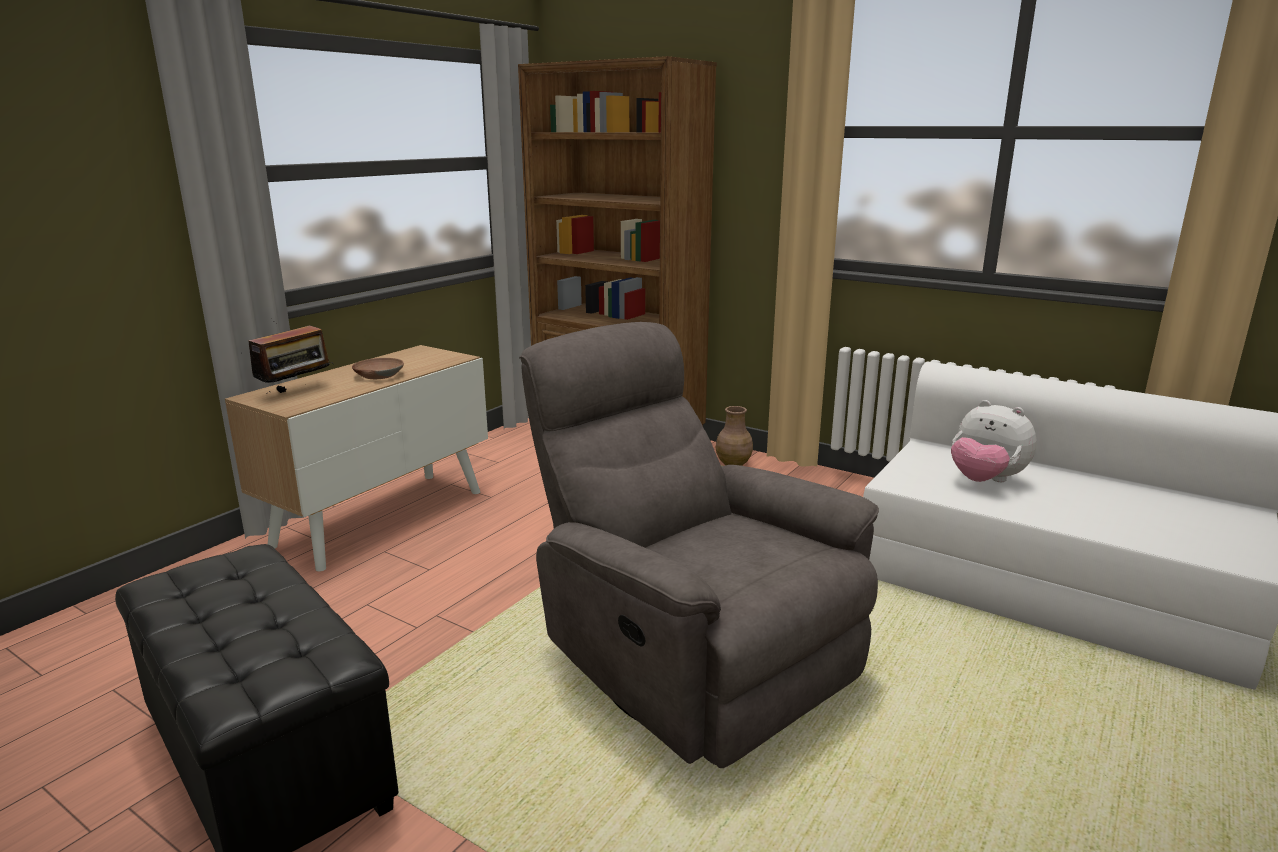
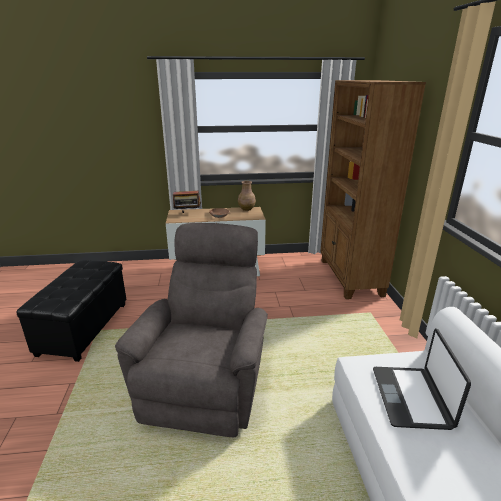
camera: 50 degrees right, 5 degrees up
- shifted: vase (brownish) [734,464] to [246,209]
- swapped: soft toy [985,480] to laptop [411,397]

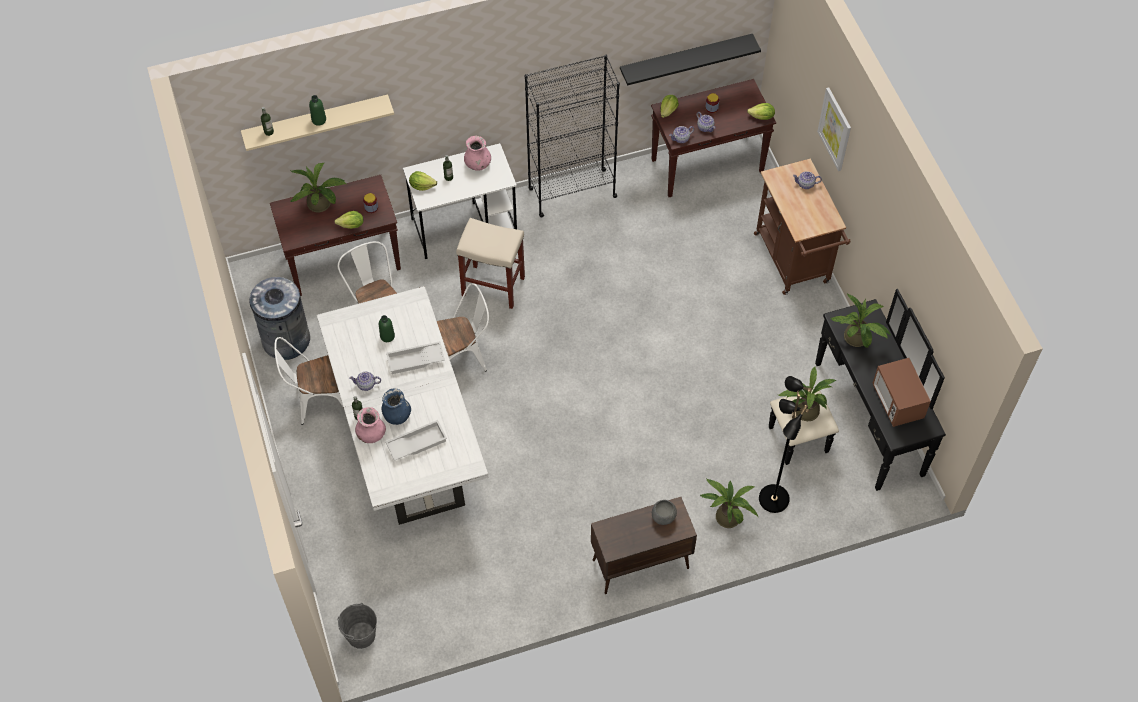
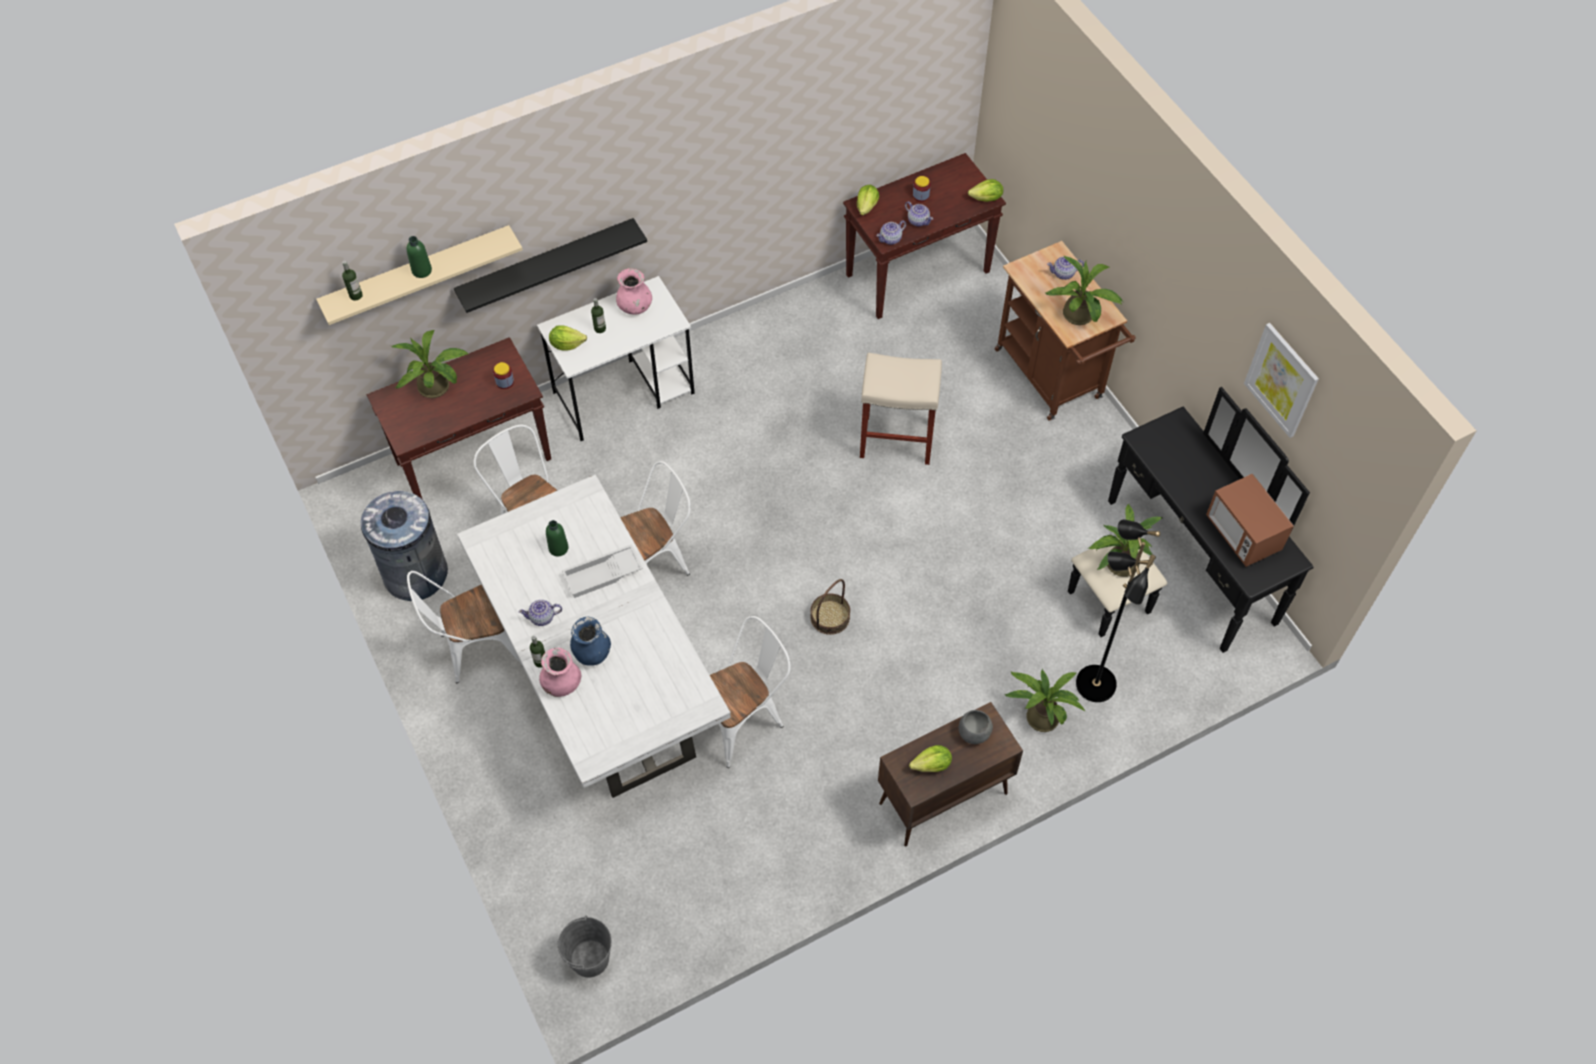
camera: 10 degrees left, 0 degrees up
- gone: tray (white-coloured) [417,442]
- gone: bookshelf (black-coloured) [572,193]
- new: chair (white-coloured) [743,718]
- new: storage basket [830,617]
- shifted: lettuce [351,225] to [932,765]
- shifted: stool (beige-coloured) [492,286] to [895,440]
- shifted: bracket shelf (black-coloured) [685,59] to [547,264]
- shifted: wall picture [835,129] to [1282,380]
- shifted: potted plant [857,340] to [1080,317]

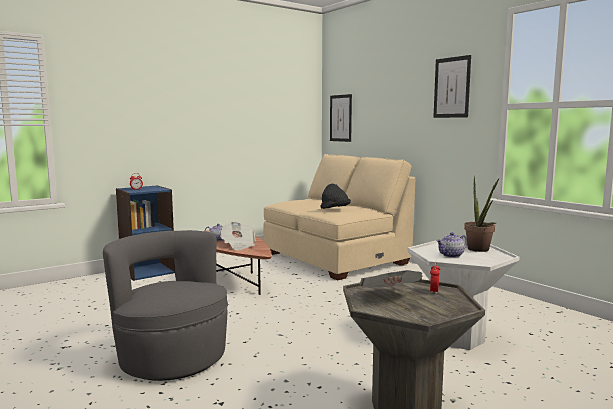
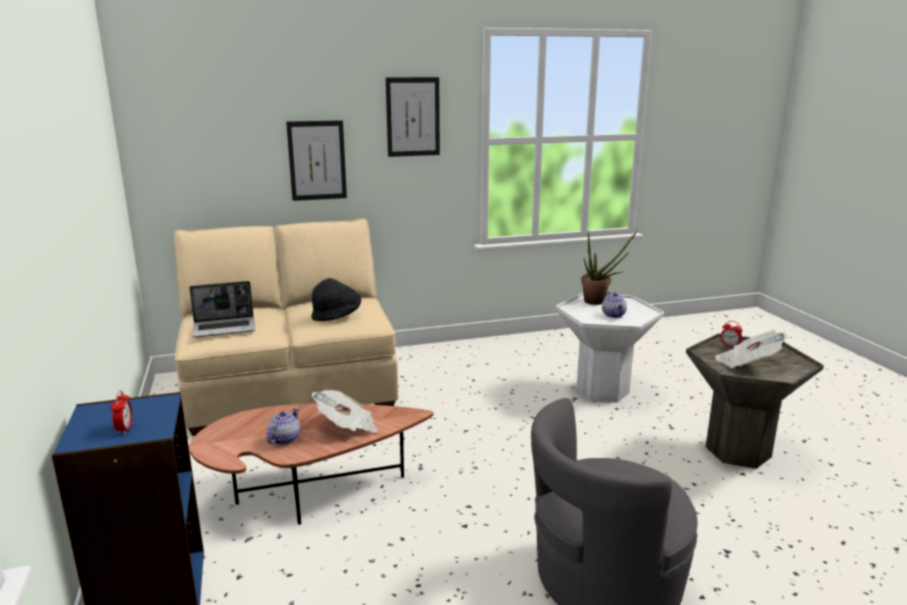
camera: 70 degrees left, 10 degrees up
- new: laptop [225,328]
- shifted: wall picture [340,118] to [317,160]

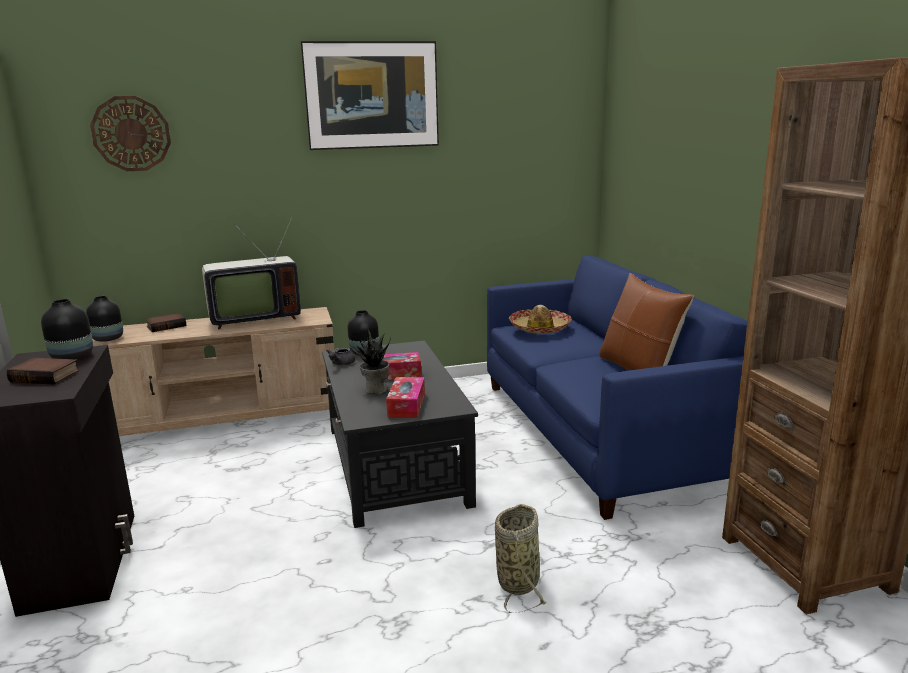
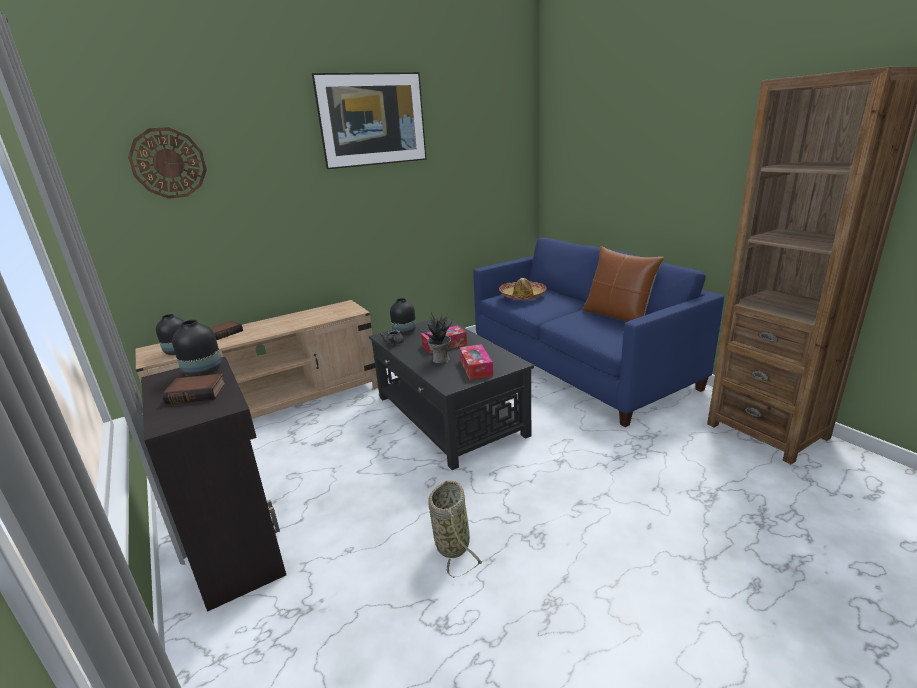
camera: 15 degrees left, 5 degrees up
- gone: TV set [253,318]
- shifted: storage basket [518,580] to [452,543]

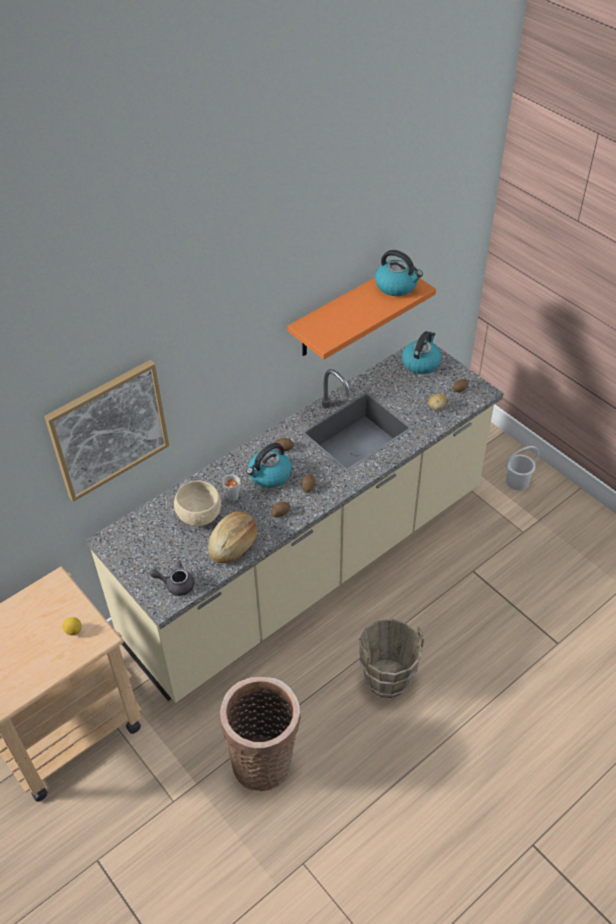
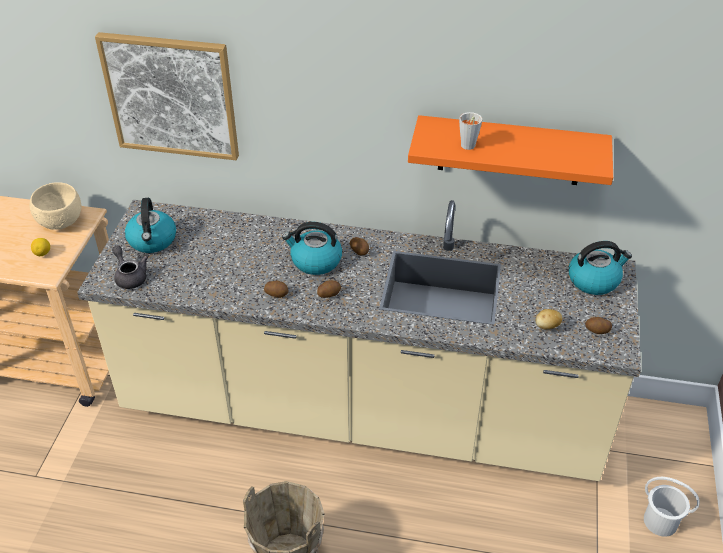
camera: 50 degrees right, 5 degrees down
- gone: baked bread [234,544]
- gone: storage basket [264,759]
- shifted: serving bowl (beige-coloured) [199,517] to [60,222]
- shifted: small cup (greyish) [234,498] to [467,147]
- shifted: tea kettle [397,286] to [152,241]

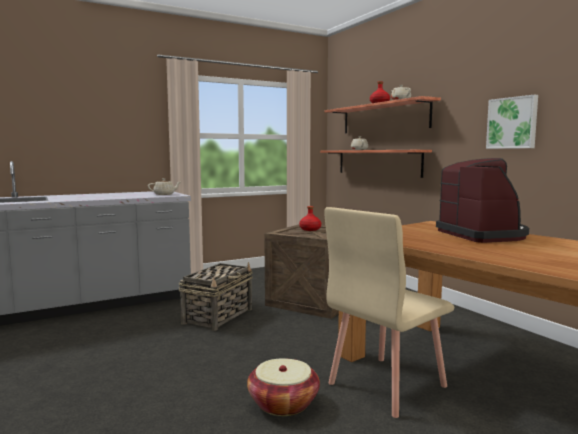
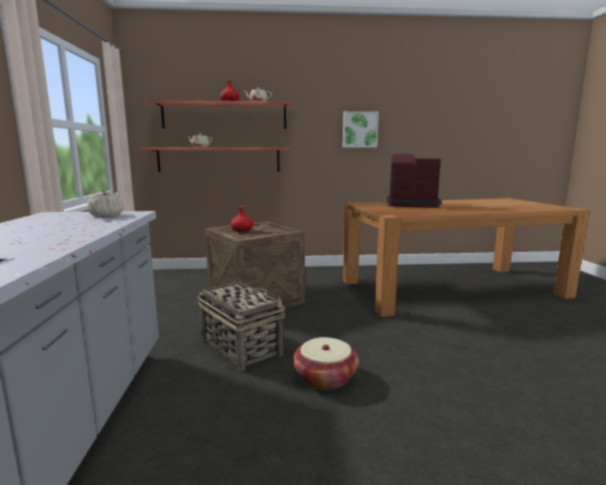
camera: 65 degrees left, 5 degrees up
- gone: chair (beige-coloured) [385,385]
- shifted: storage basket [283,403] to [325,377]

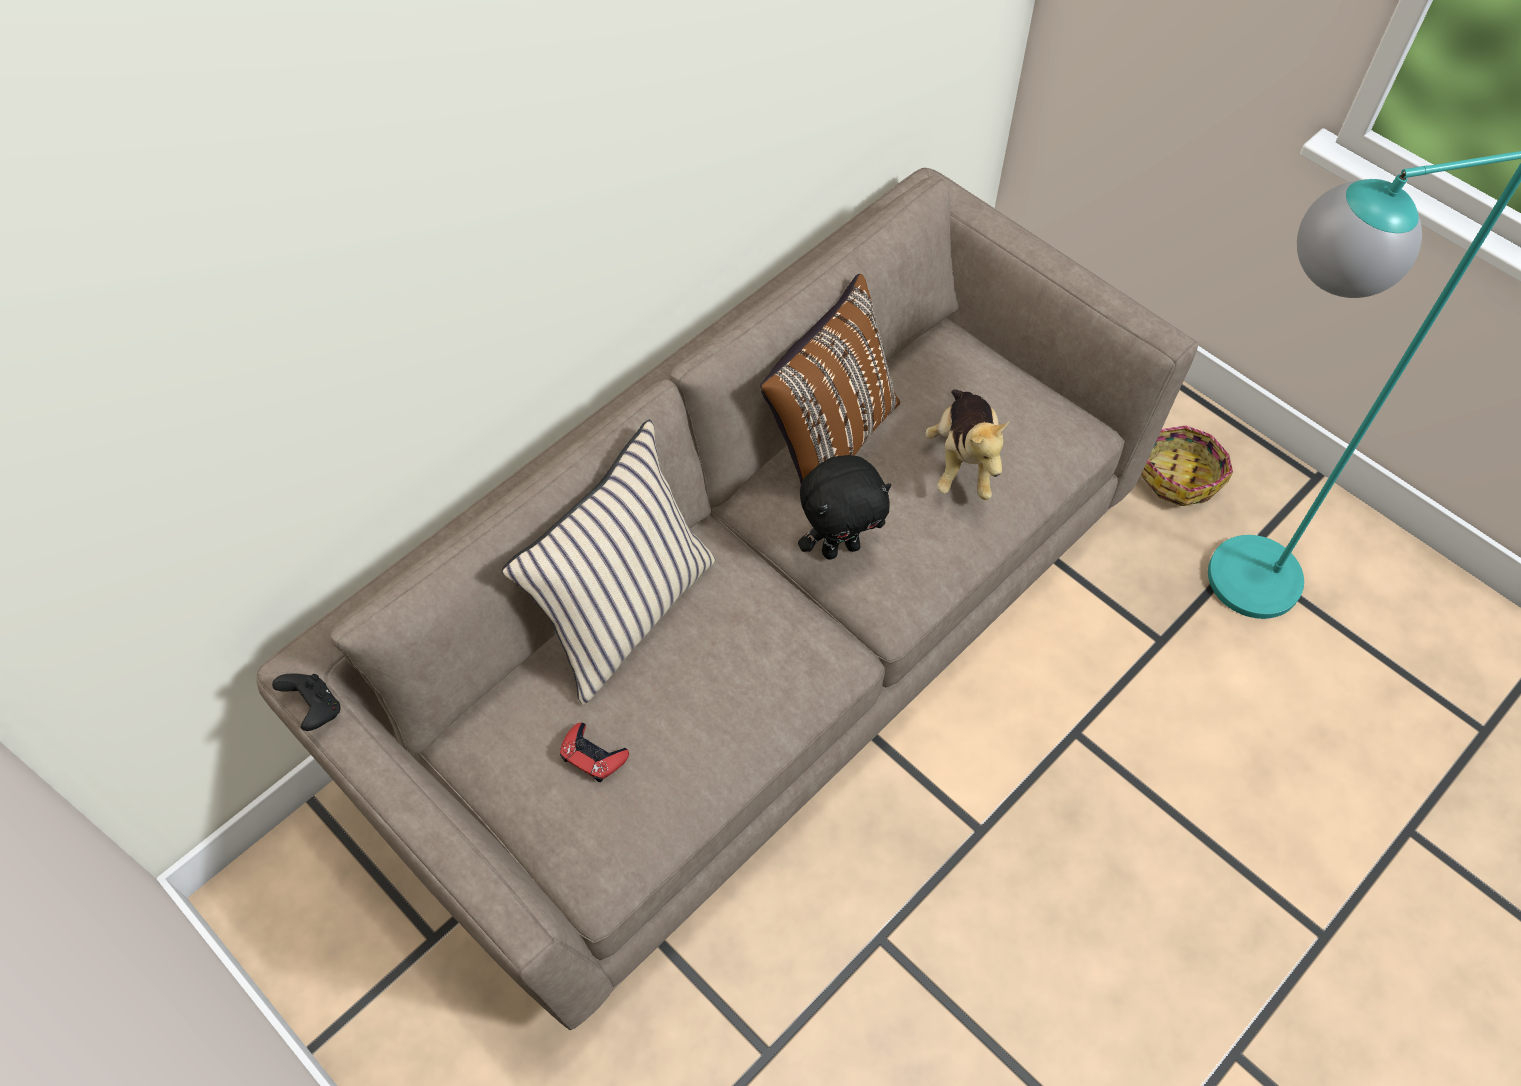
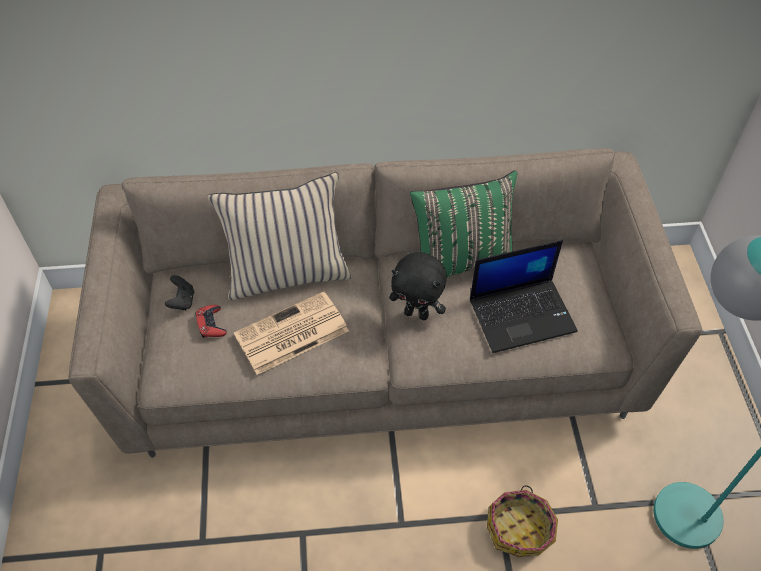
camera: 40 degrees right, 5 degrees down
- new: newspaper [290,334]
- shifted: gamepad (black-coloured) [315,709] to [182,301]
- shifted: storage basket [1179,474] to [520,528]
- swapped: soft toy [963,460] to laptop [523,314]
- repainted: cushion (brownish) [828,442] to cushion (green) [461,261]

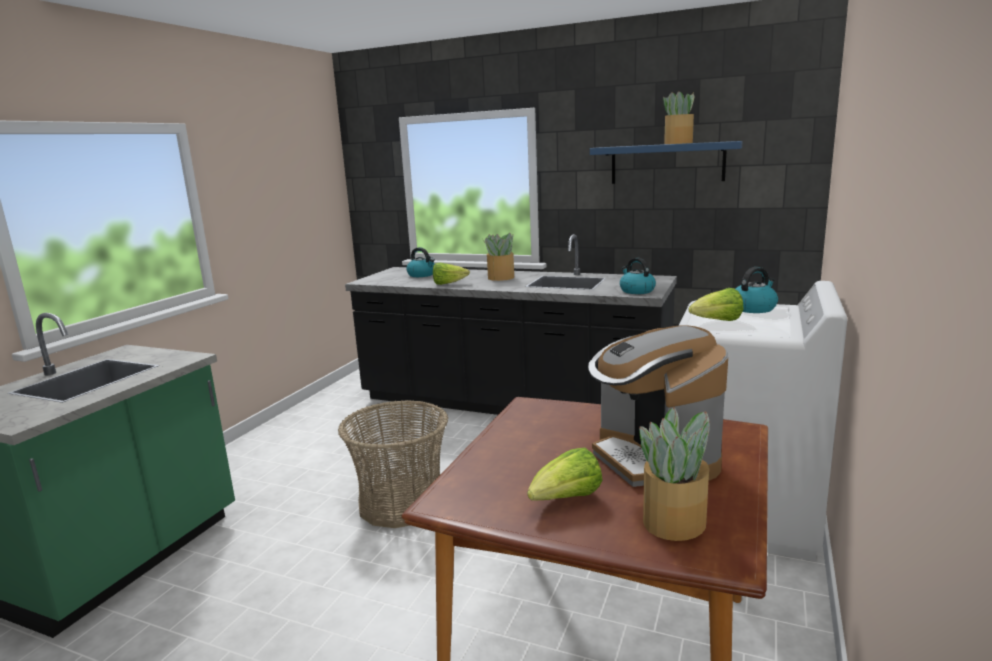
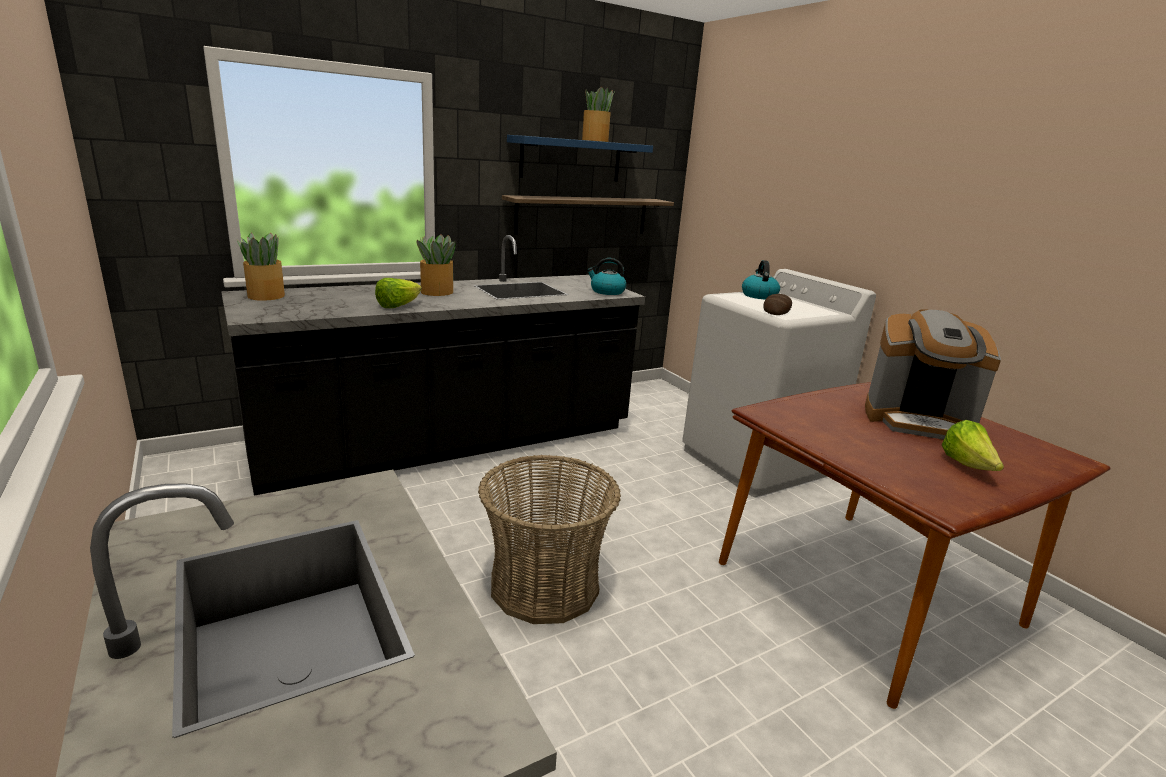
camera: 55 degrees left, 5 degrees up
- gone: tea kettle [422,275]
- new: bracket shelf [583,215]
- shifted: potted plant [675,521] to [267,295]
- swapped: lettuce [717,322] to baked bread [777,309]

